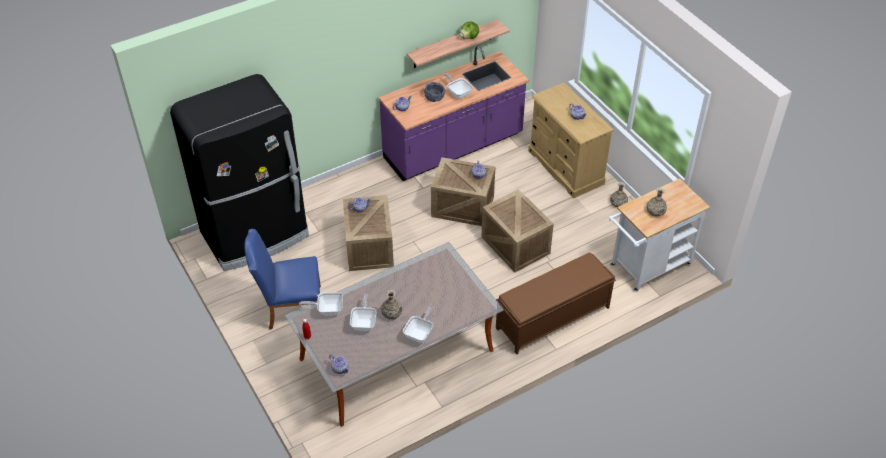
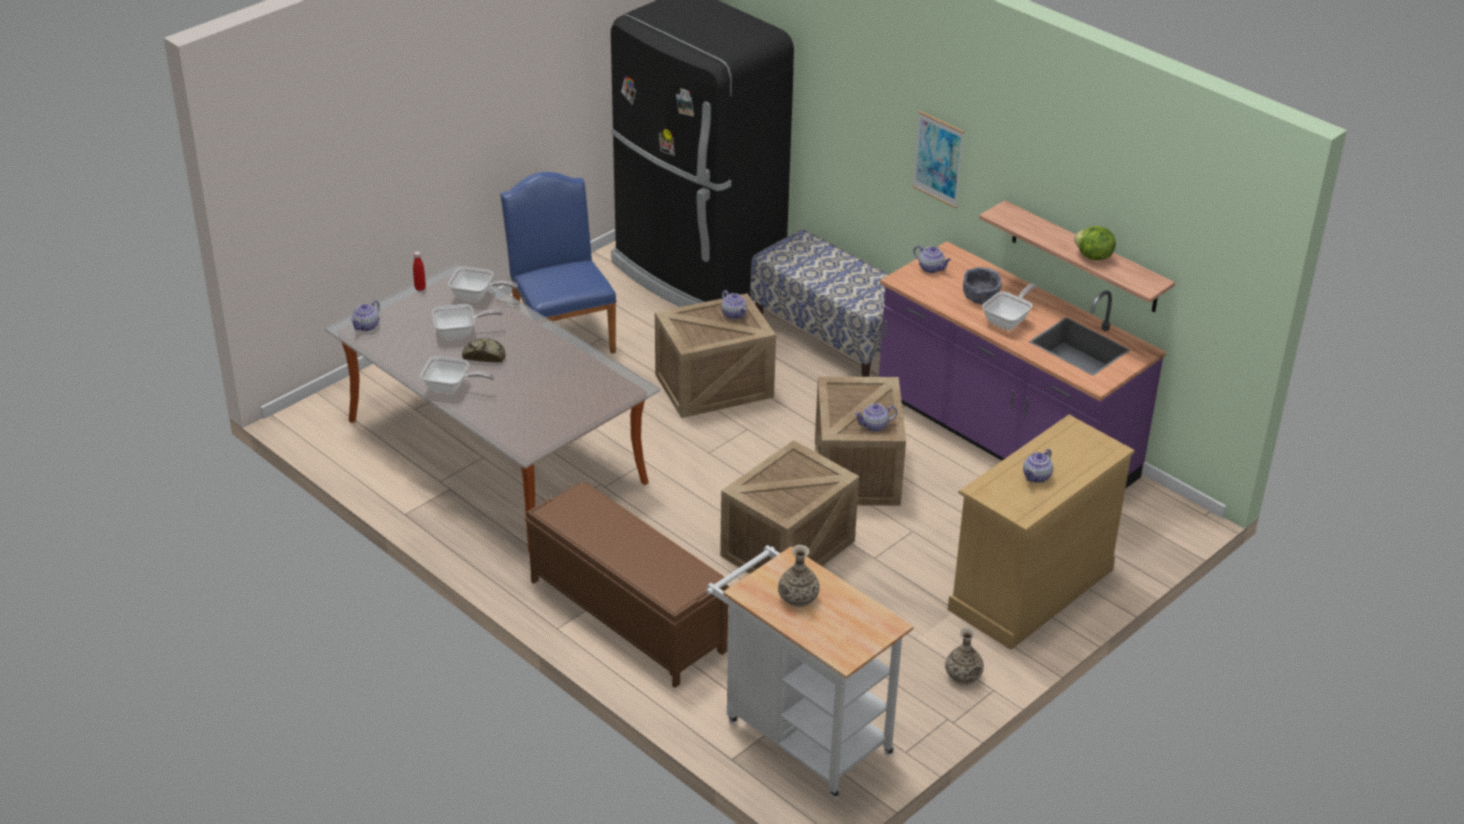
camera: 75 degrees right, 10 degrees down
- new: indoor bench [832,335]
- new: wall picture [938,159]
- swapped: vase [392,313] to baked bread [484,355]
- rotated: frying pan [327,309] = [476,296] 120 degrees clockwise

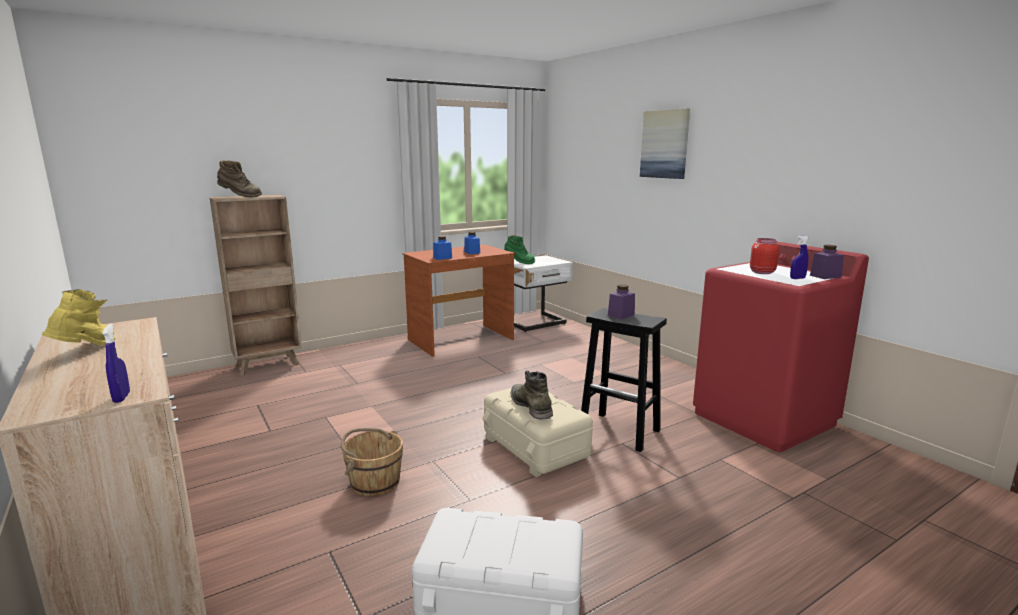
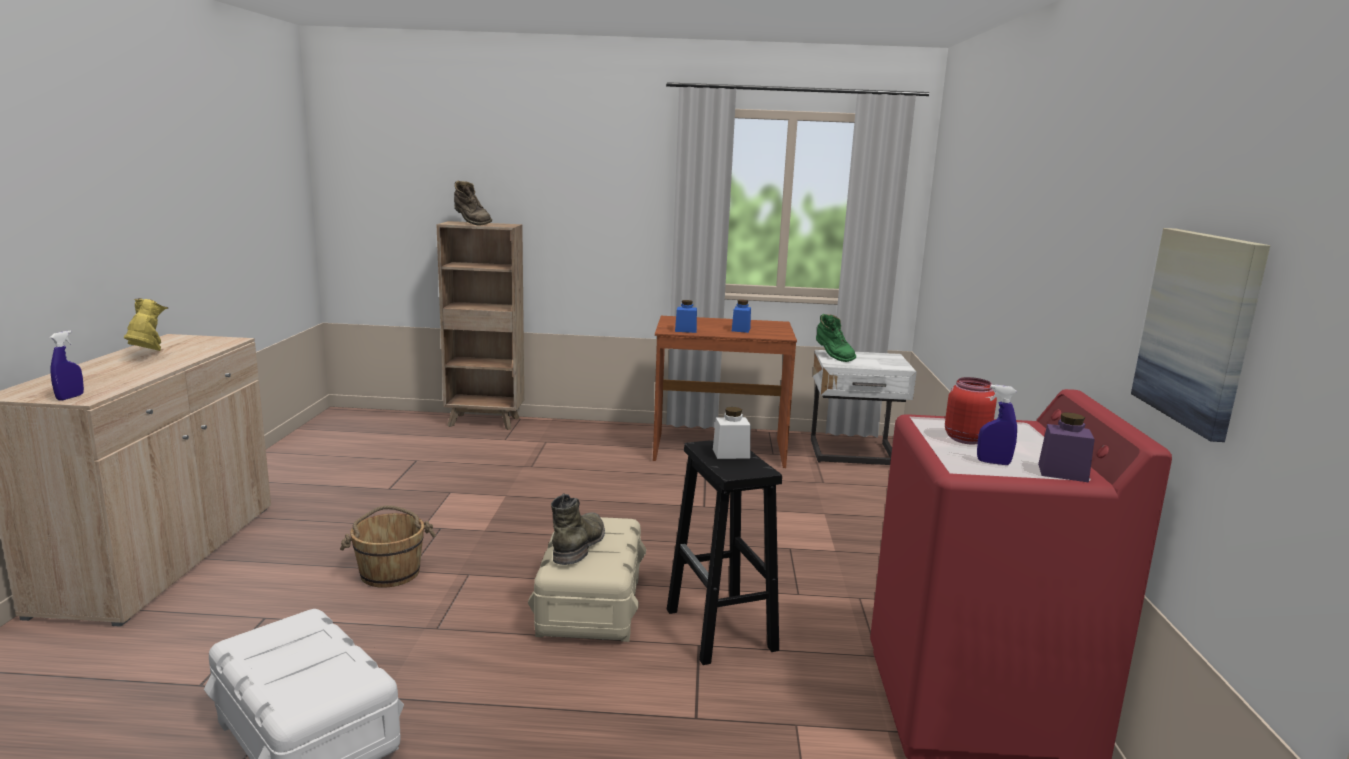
camera: 35 degrees right, 0 degrees up
- shifted: wall picture [665,144] to [1198,328]
- repainted: jar (purple-coloured) [621,315] to jar (white-coloured) [731,453]
- rotated: high-top boot (yellow) [87,351] = [147,356] 60 degrees counterclockwise

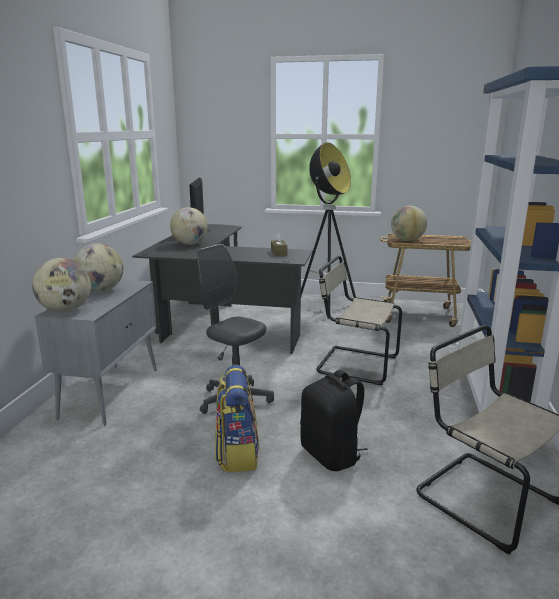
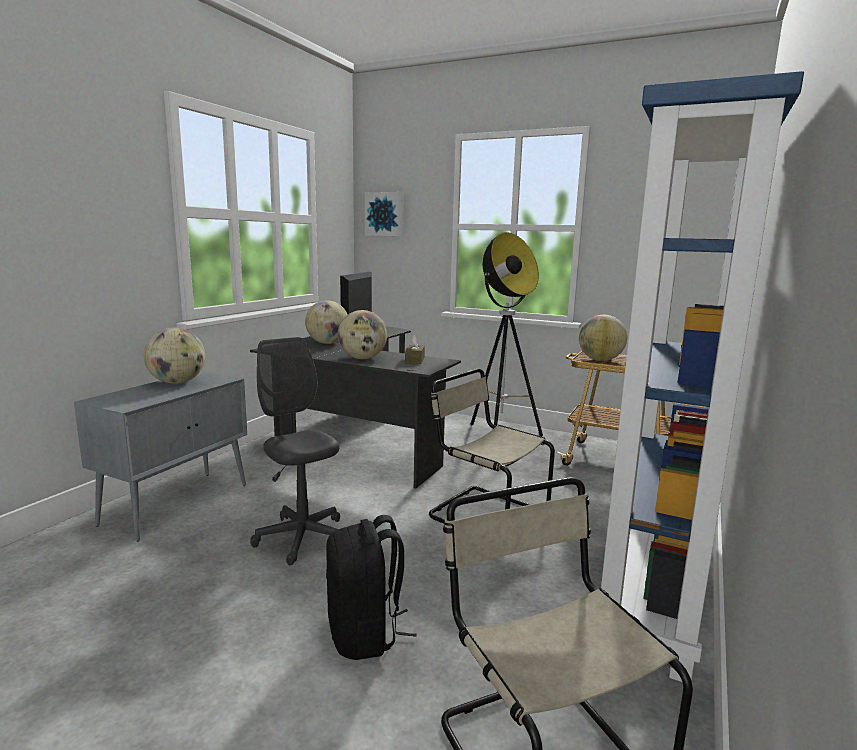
camera: 15 degrees right, 5 degrees down
- gone: backpack [237,453]
- new: wall picture [385,214]
- shifted: world globe [65,310] to [362,358]

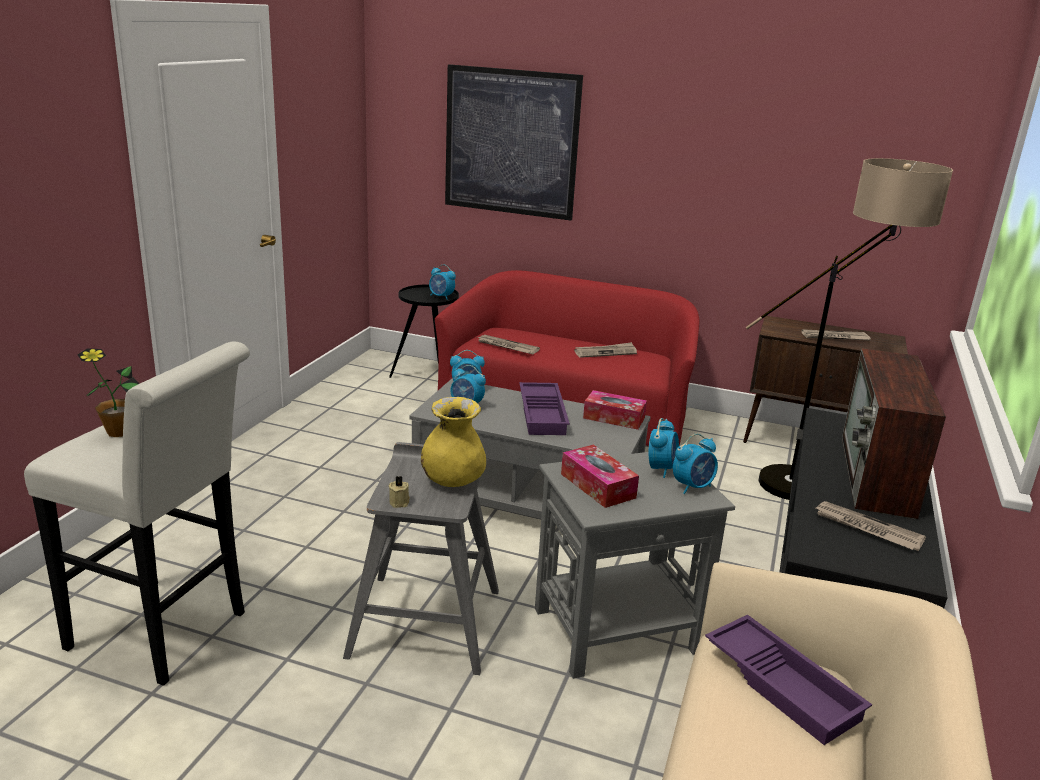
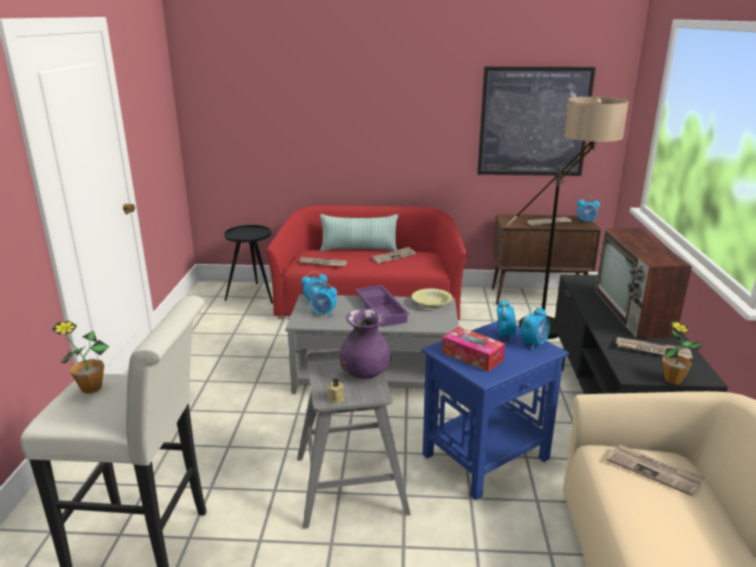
camera: 15 degrees left, 0 degrees up
- new: cushion [359,249]
- new: potted plant [672,380]
- shifted: bedside clock [441,297] to [586,222]
- shifted: wall picture [511,142] to [533,122]
- swapped: tissue box [614,418] to serving bowl (yellow) [431,303]
- swapped: tray (purple-coloured) [784,684] to newspaper [653,471]
- repainted: vase (yellow) [453,481] to vase (purple-coloured) [364,373]
- repainted: side table (greyish) [618,630] to side table (blue) [486,456]

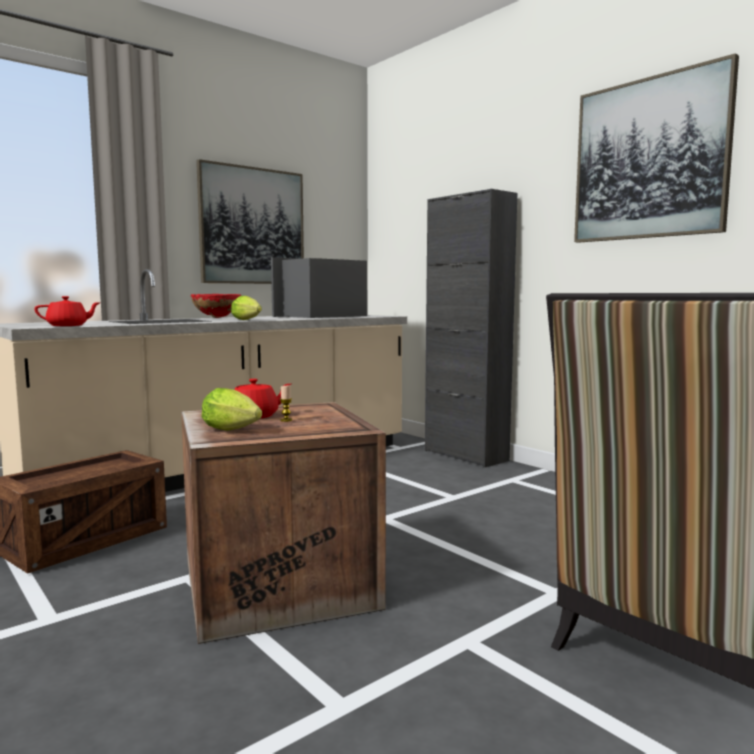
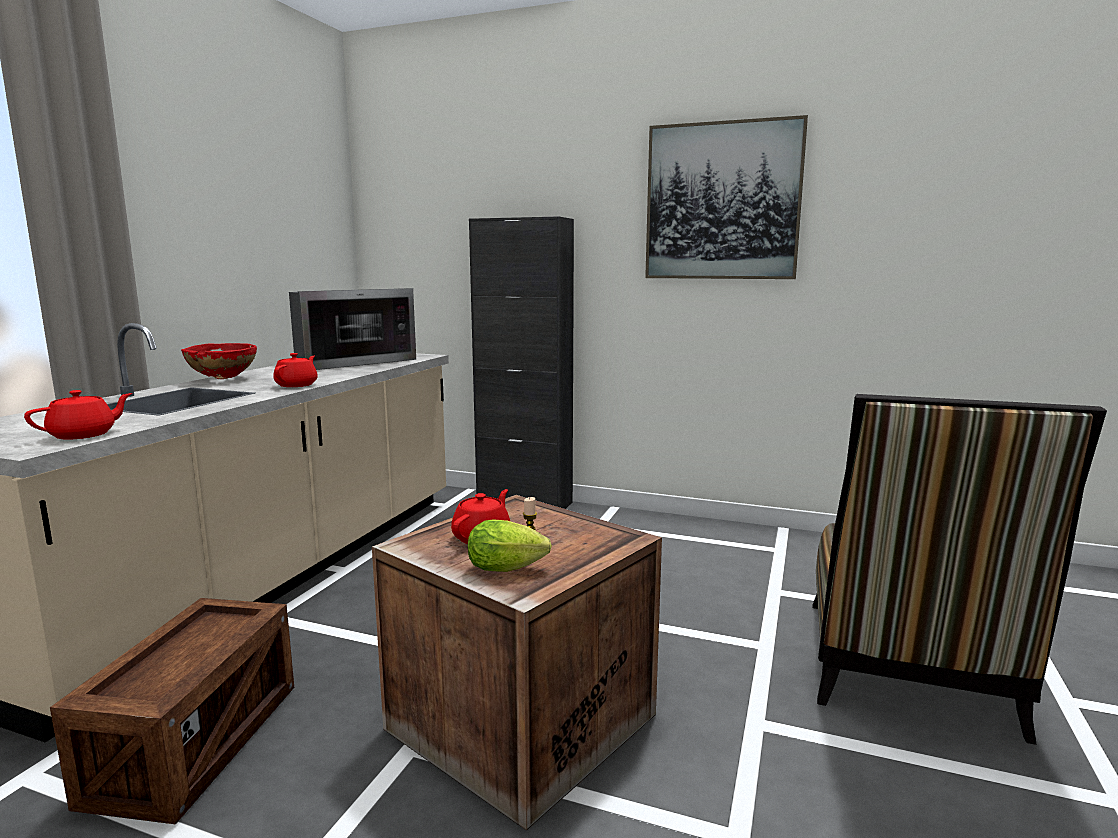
camera: 30 degrees left, 5 degrees up
- gone: wall picture [252,226]
- swapped: lettuce [248,320] to tea pot (red) [297,385]
- rotated: microwave [324,316] = [350,361] 150 degrees counterclockwise

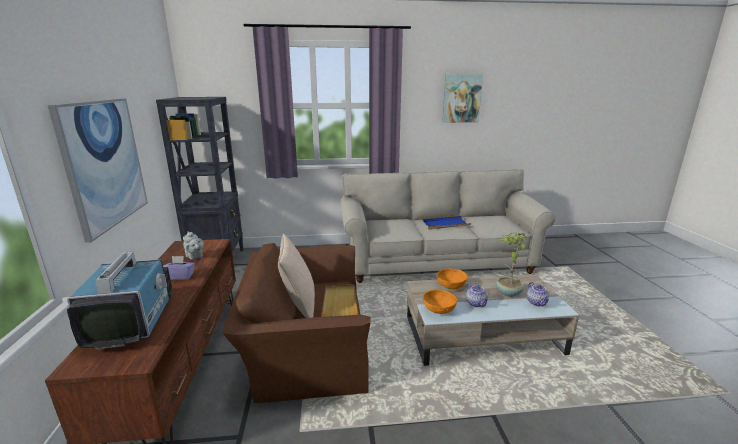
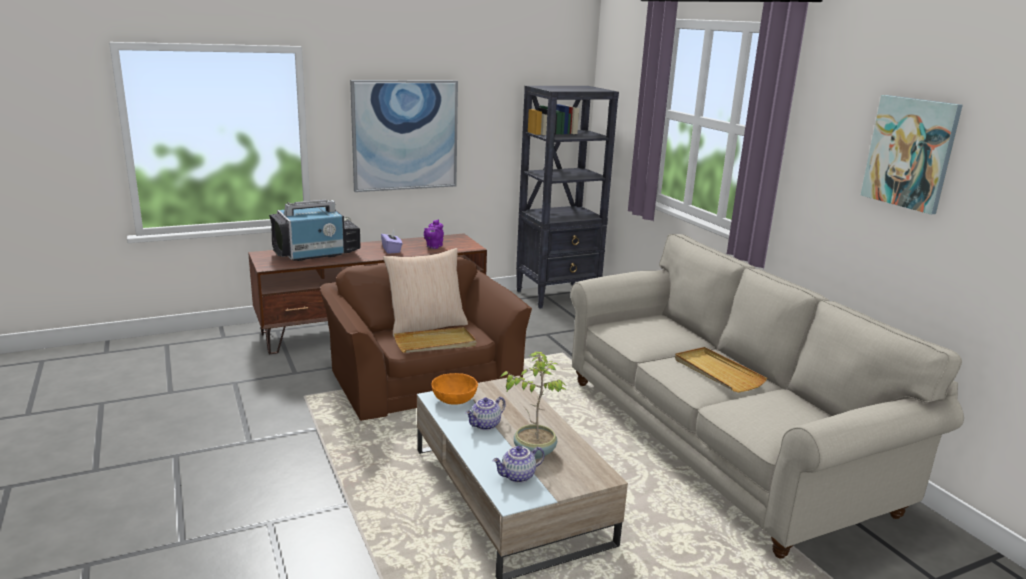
camera: 70 degrees right, 0 degrees up
- gone: serving bowl (orangey) [451,286]
- repainted: tea pot (greyish) [195,257] to tea pot (purple-coloured) [433,246]
- repainted: tray (blue) [445,224] to tray (beige-coloured) [717,372]

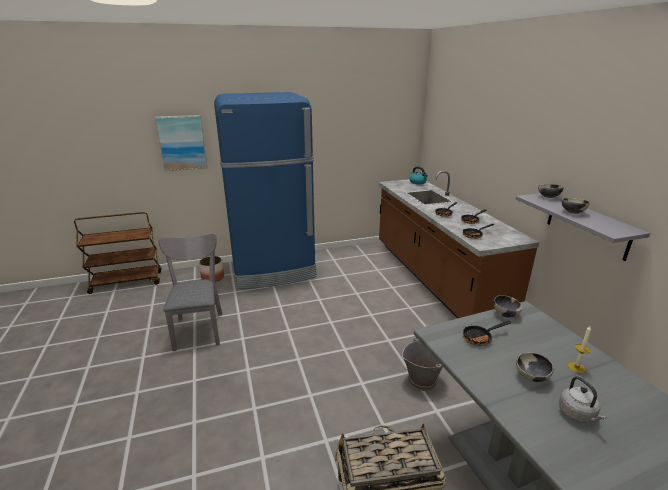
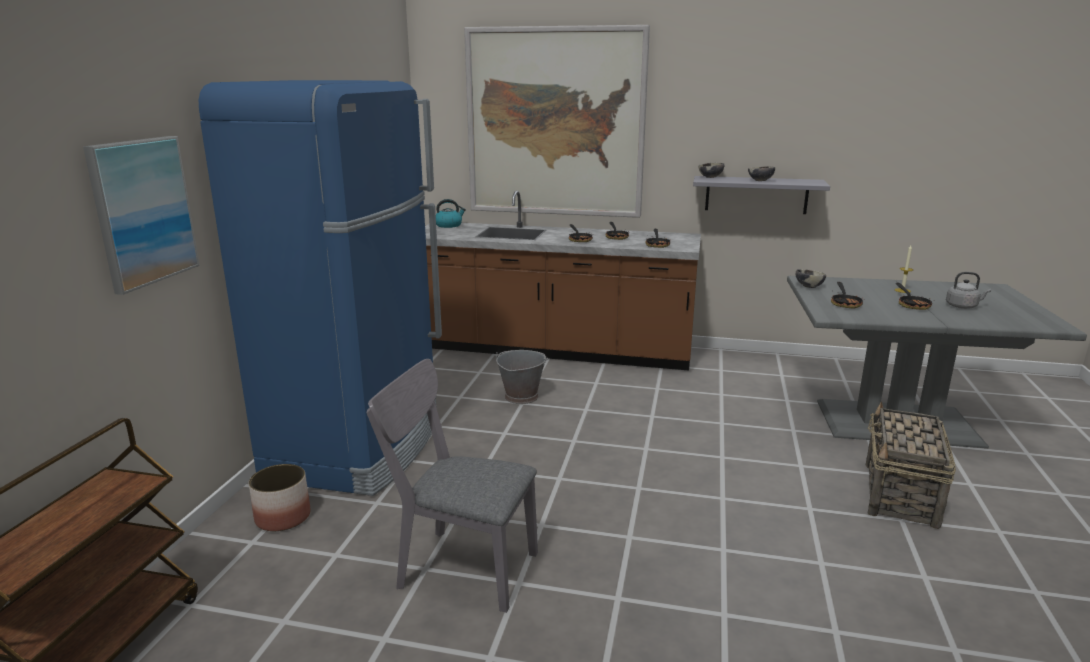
camera: 60 degrees left, 5 degrees down
- new: wall picture [555,123]
- shifted: bucket (greyish) [422,380] to [521,396]
- swapped: serving bowl [531,377] to frying pan [912,305]

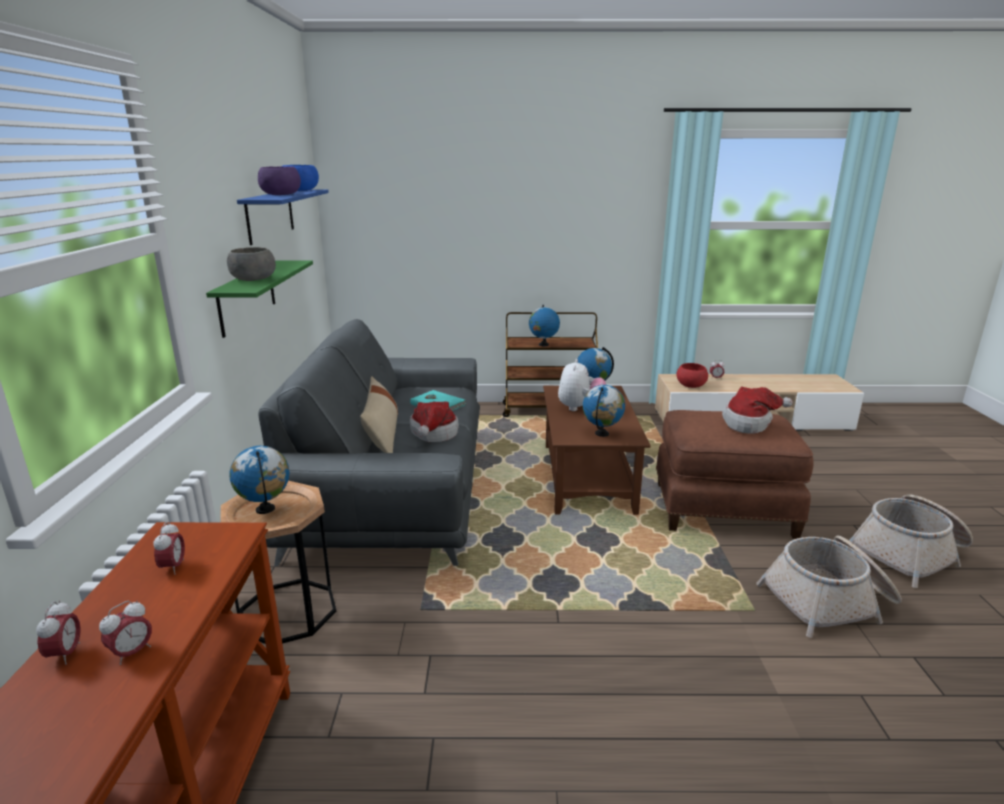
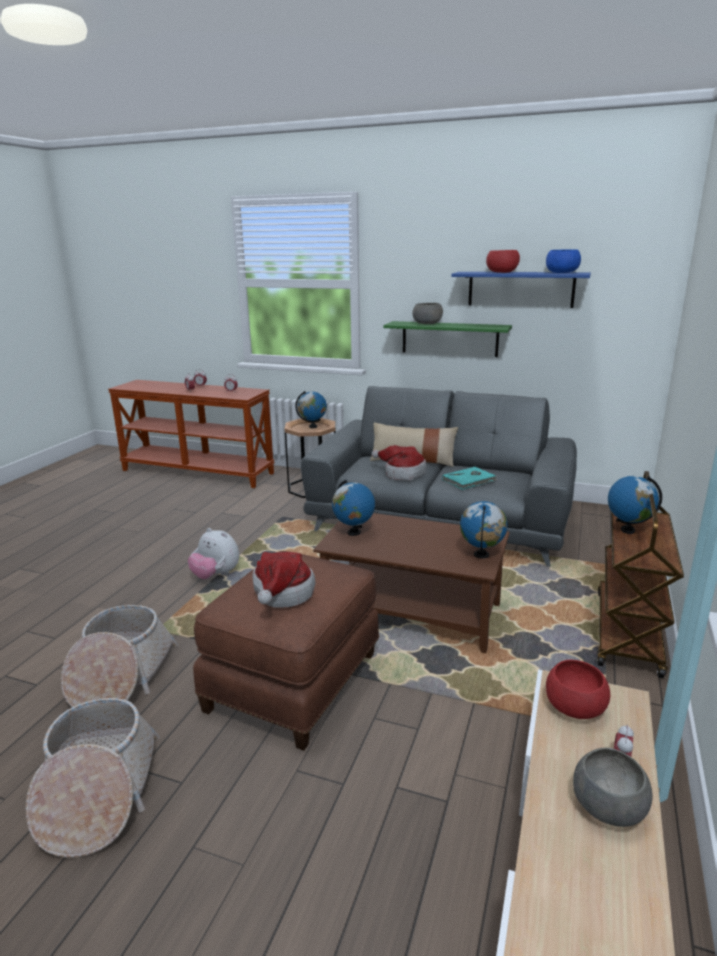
camera: 110 degrees right, 0 degrees up
- new: serving bowl (greyish) [607,806]
- shifted: soft toy [580,408] to [216,575]
- repainted: serving bowl (purple-coloured) [280,195] to serving bowl (red) [501,272]

